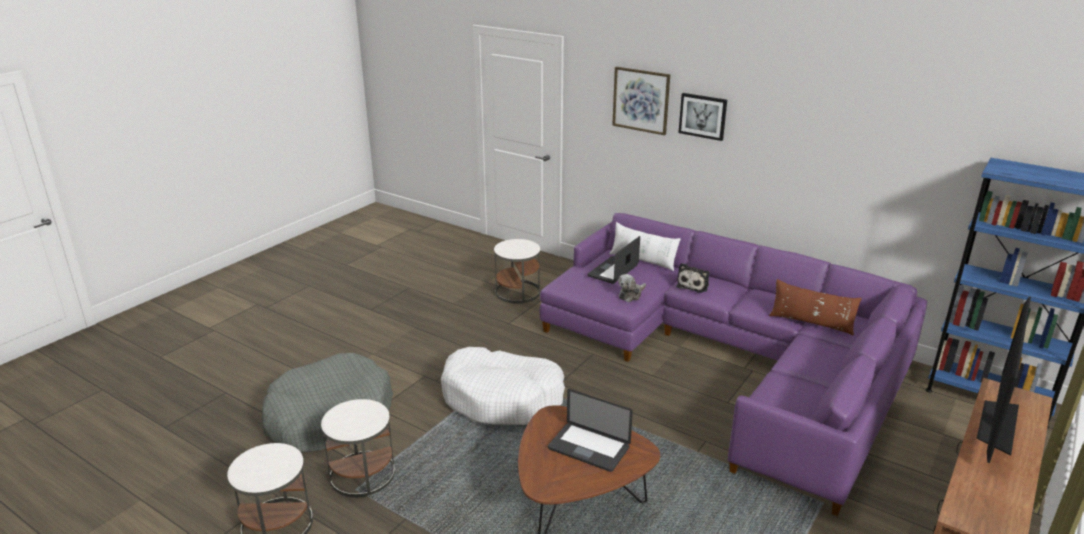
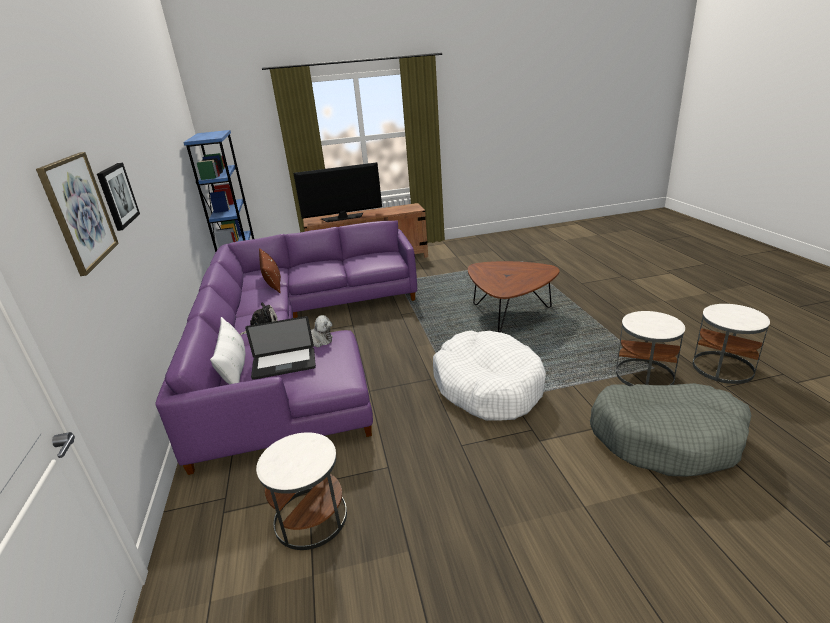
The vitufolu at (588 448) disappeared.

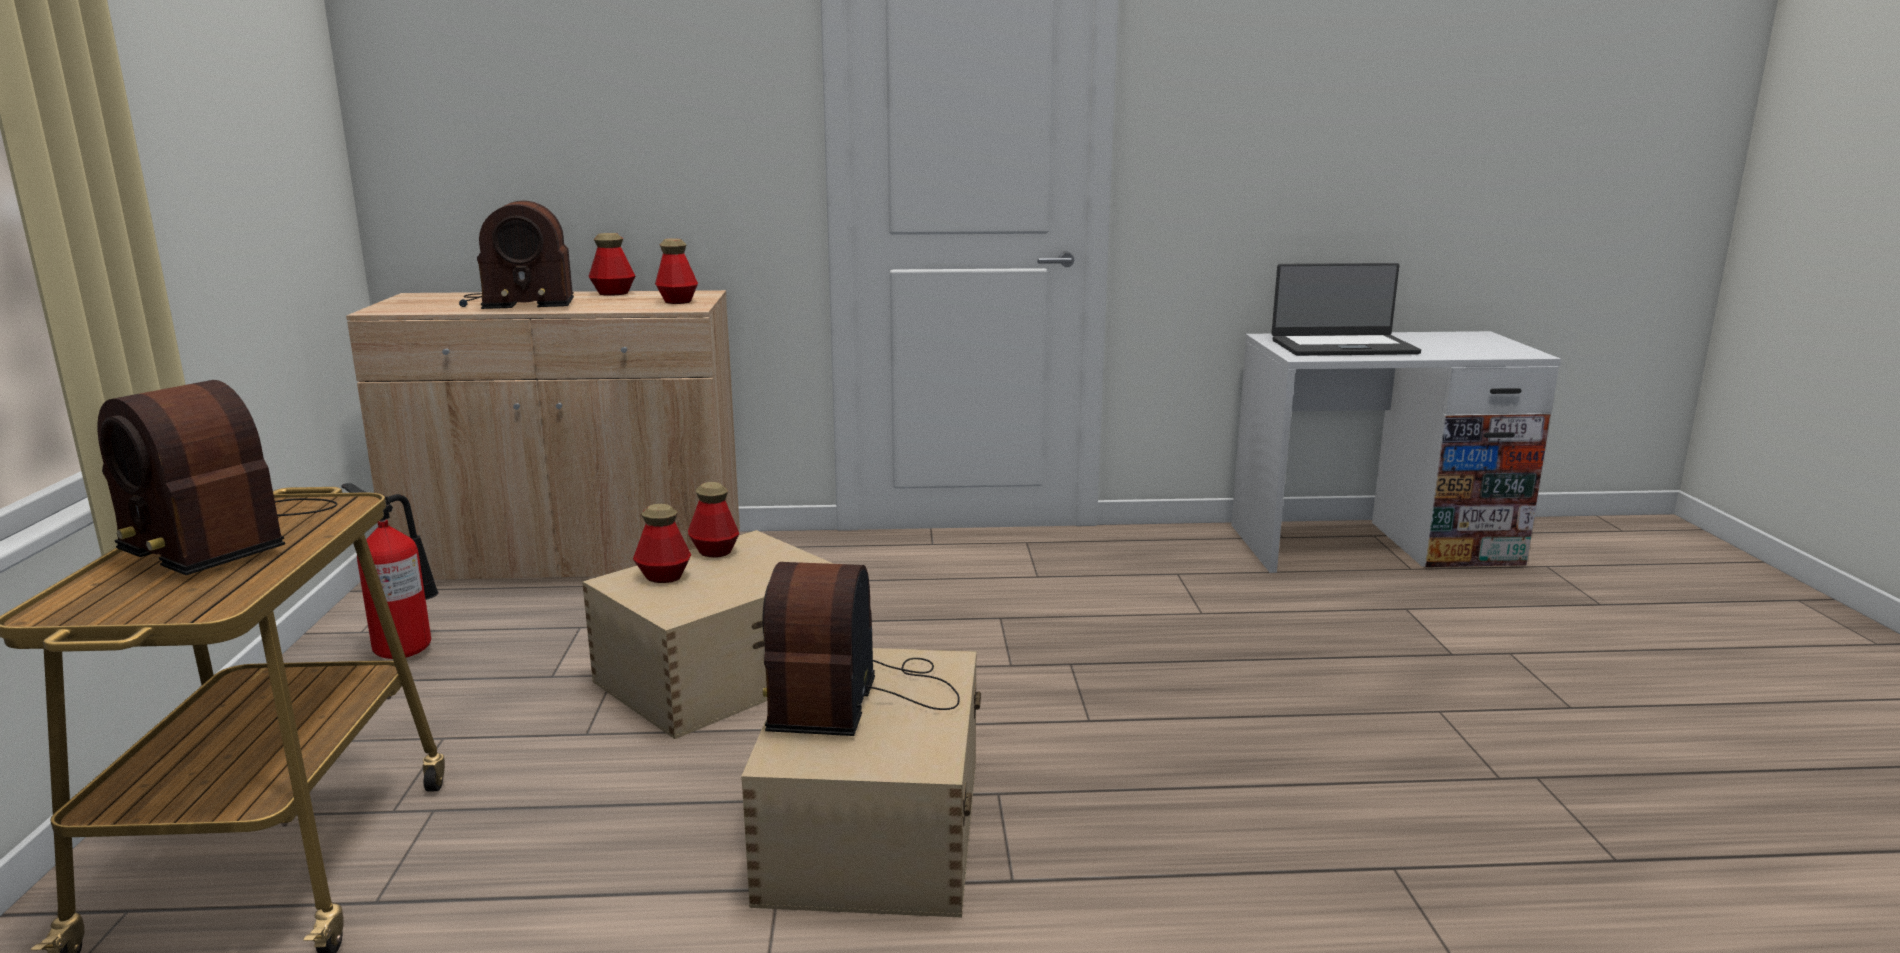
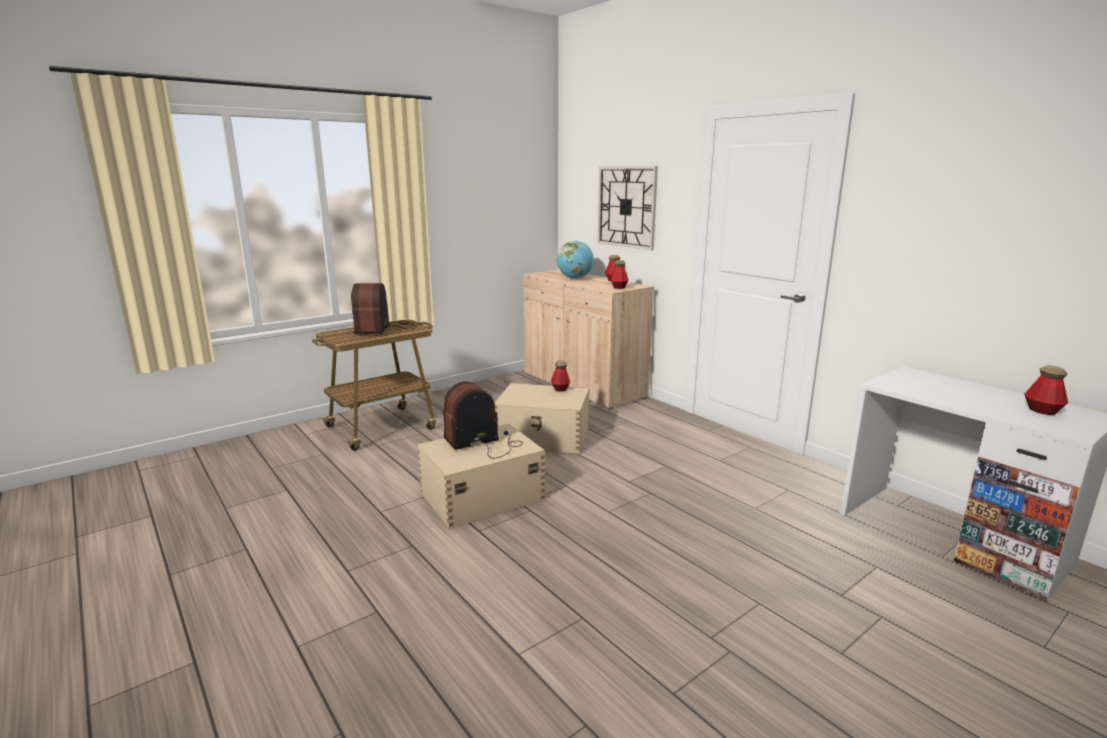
The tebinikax at (517 303) was replaced by the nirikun at (575 278).
The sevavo at (626 207) appeared.
The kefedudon moved from (663 577) to (1042 411).
The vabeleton at (407 649) disappeared.
The vitufolu at (1342 346) disappeared.

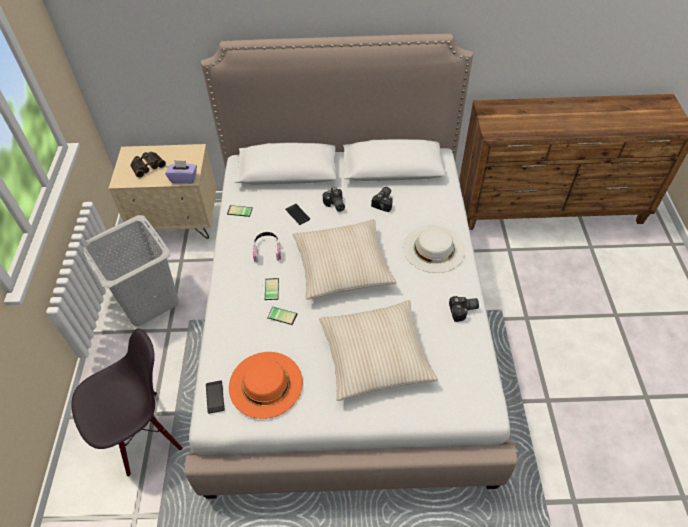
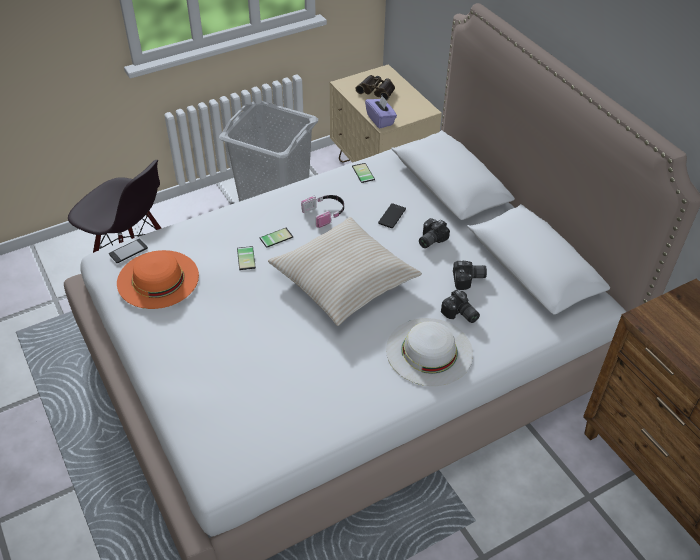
The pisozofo moved from (463 311) to (460 315).
The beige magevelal at (375 356) disappeared.

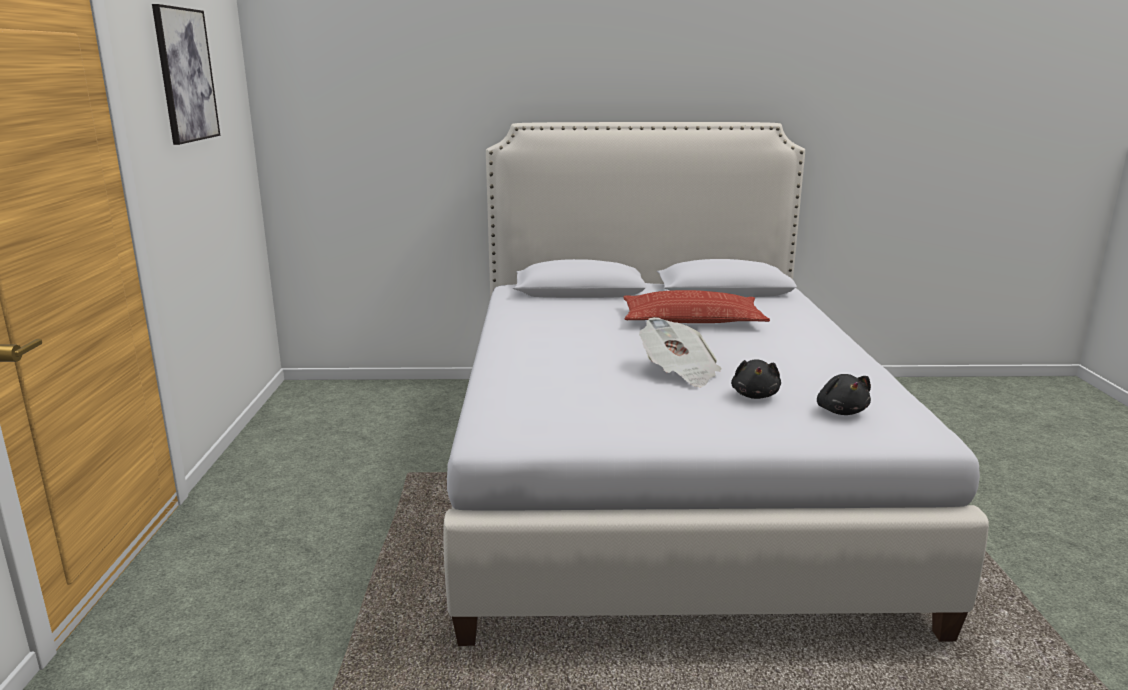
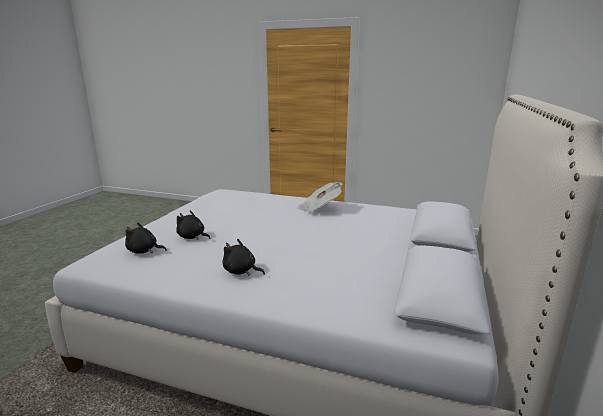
The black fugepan at (241 271) appeared.
The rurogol moved from (679 373) to (319 208).
The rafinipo at (185 75) disappeared.
The magevelal at (692 320) disappeared.

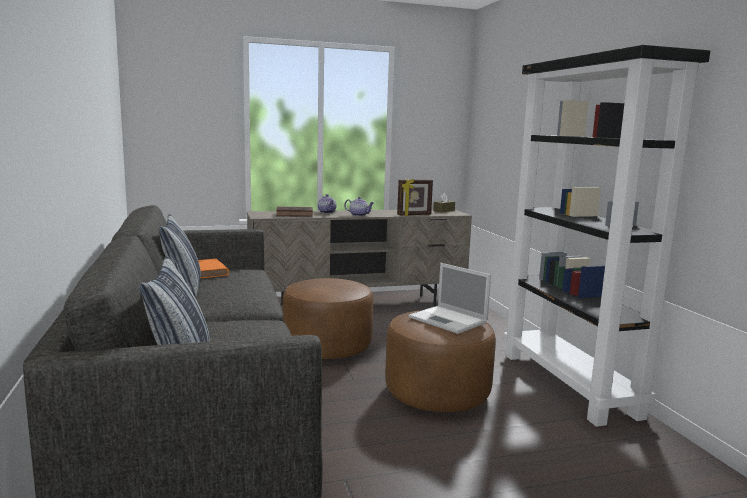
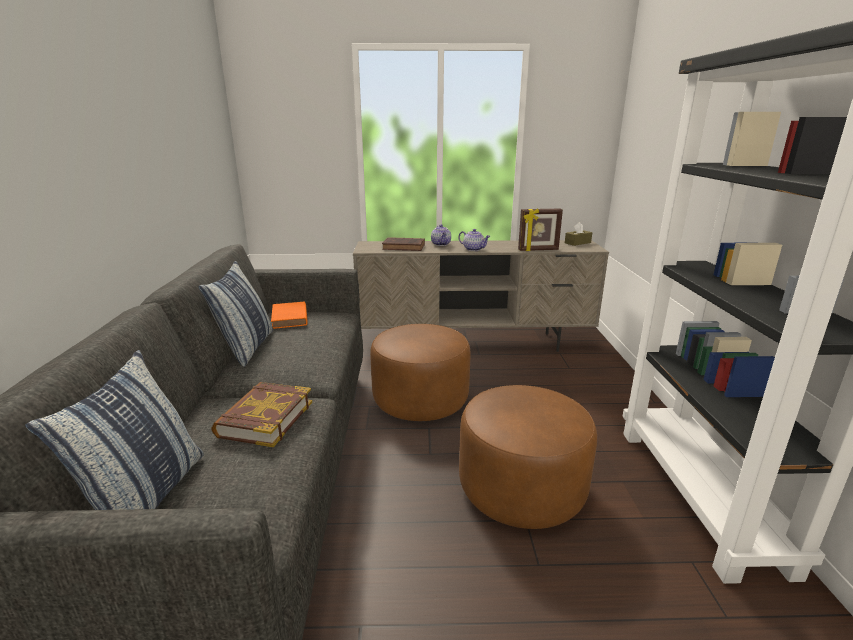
The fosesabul at (265 419) appeared.
The vitufolu at (449 320) disappeared.

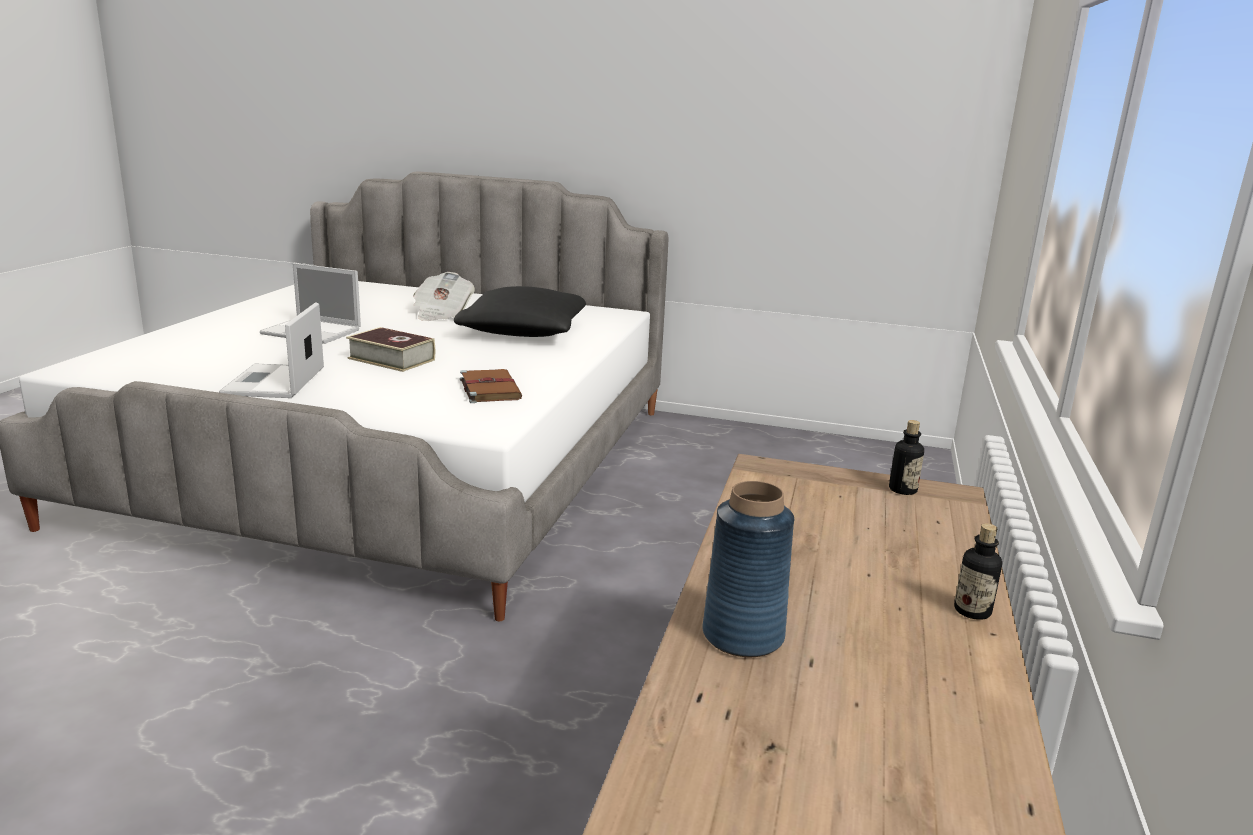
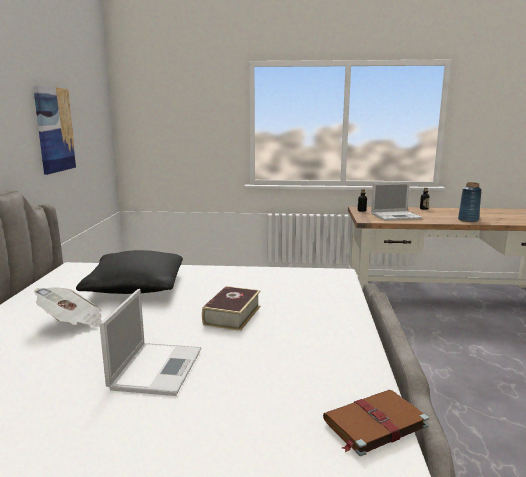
The rafinipo at (55 129) appeared.
The brown fosesabul moved from (489 389) to (374 424).
The vitufolu moved from (274 383) to (396 216).

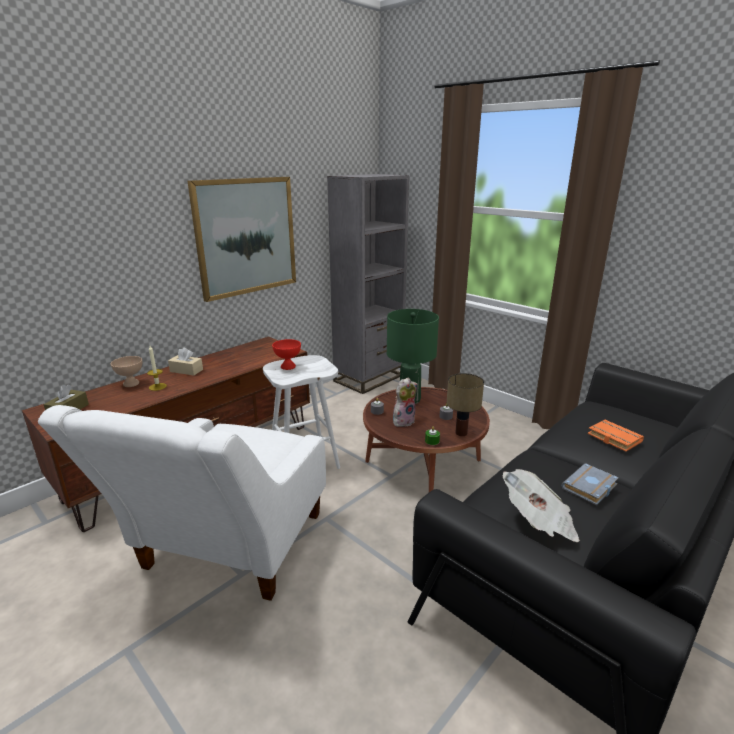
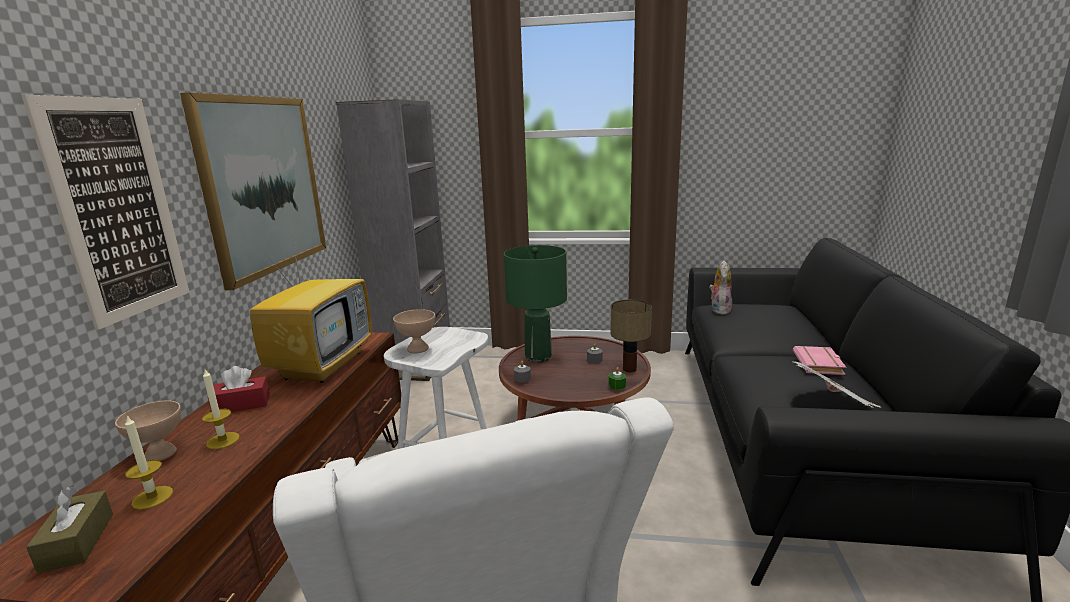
The rafinipo at (117 209) appeared.
The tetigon at (152 497) appeared.
The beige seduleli at (186 370) became the red seduleli at (242 404).
The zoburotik at (323 364) appeared.
The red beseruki at (288 366) became the beige beseruki at (418 348).
The fugepan moved from (403 421) to (719 310).
The grey fosesabul at (590 488) became the pink fosesabul at (820 365).
The orange fosesabul at (612 438) disappeared.

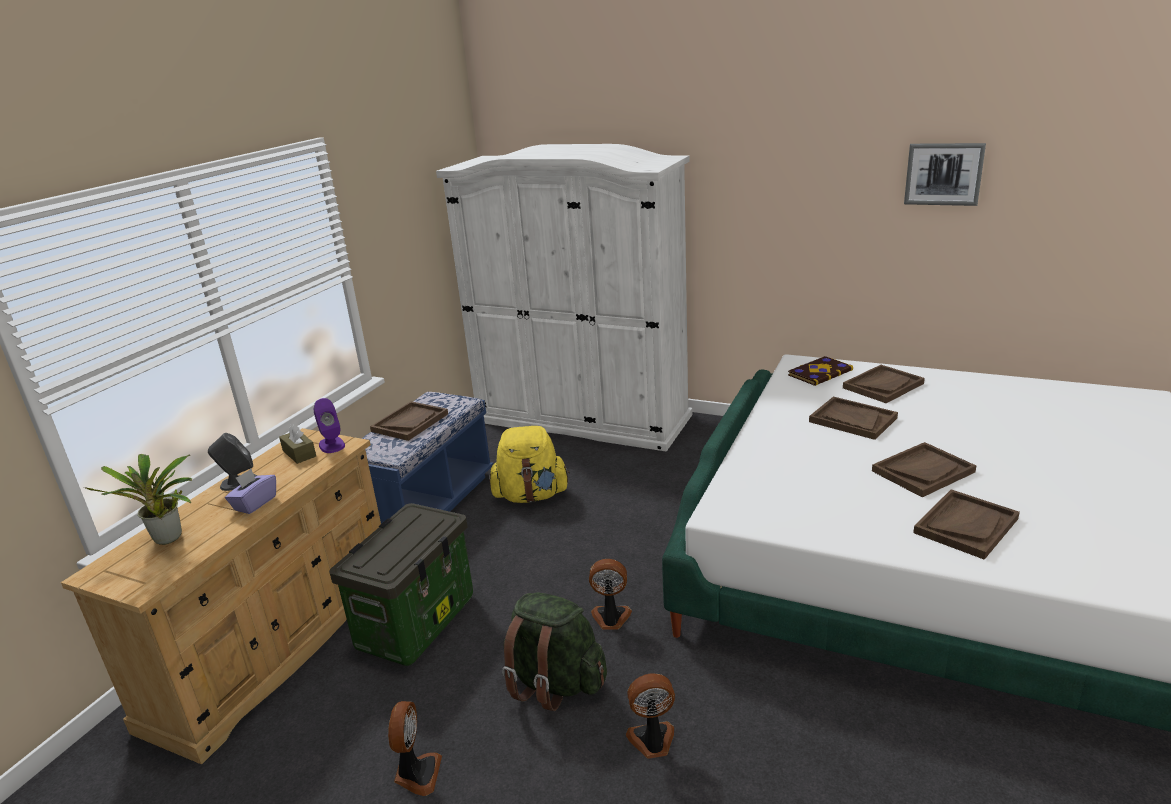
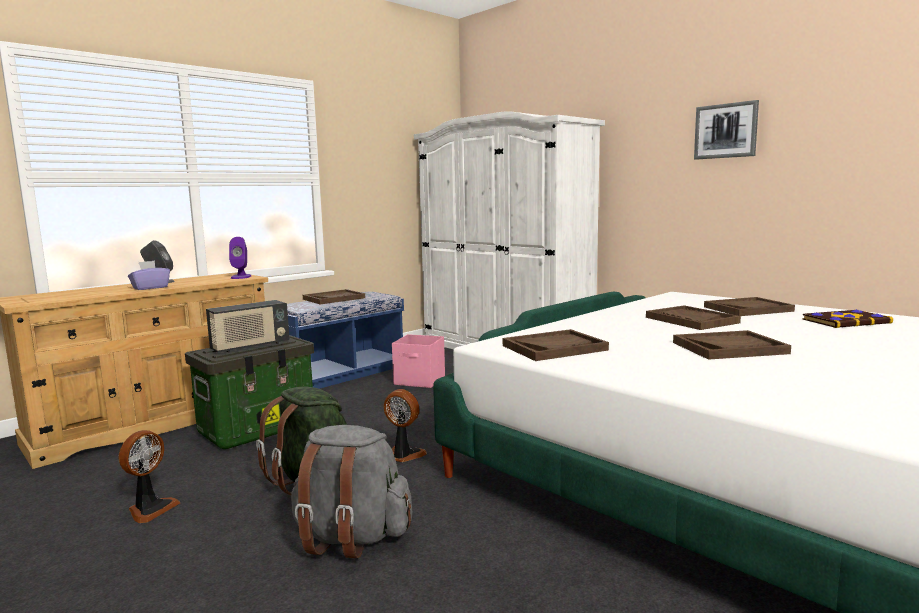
The tebinikax at (250 346) appeared.
The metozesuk at (652 741) was replaced by the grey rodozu at (351 537).
The yellow rodozu at (531 495) was replaced by the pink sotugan at (420 381).
The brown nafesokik moved from (965 525) to (554 348).
The rafinipo moved from (943 174) to (725 131).
The fosesabul moved from (819 372) to (845 321).
The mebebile at (169 540) disappeared.
The brown seduleli at (299 453) disappeared.

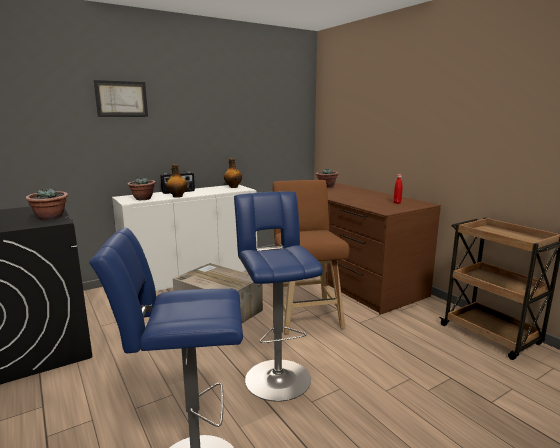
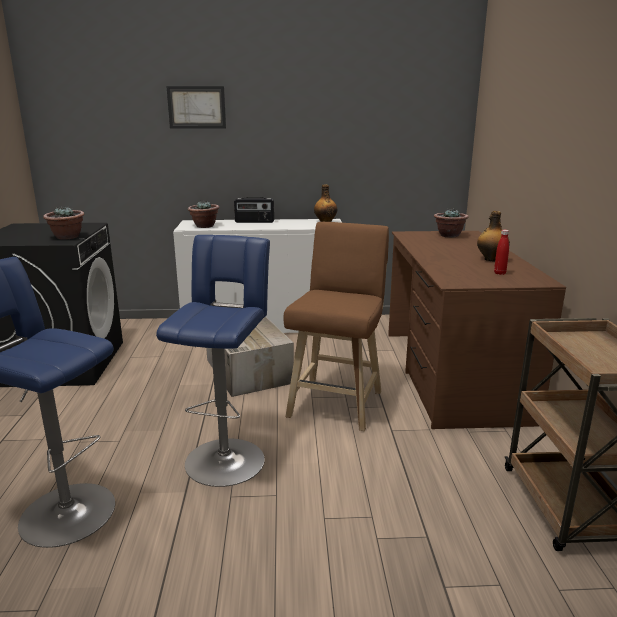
The kefedudon moved from (177 196) to (491 259).

